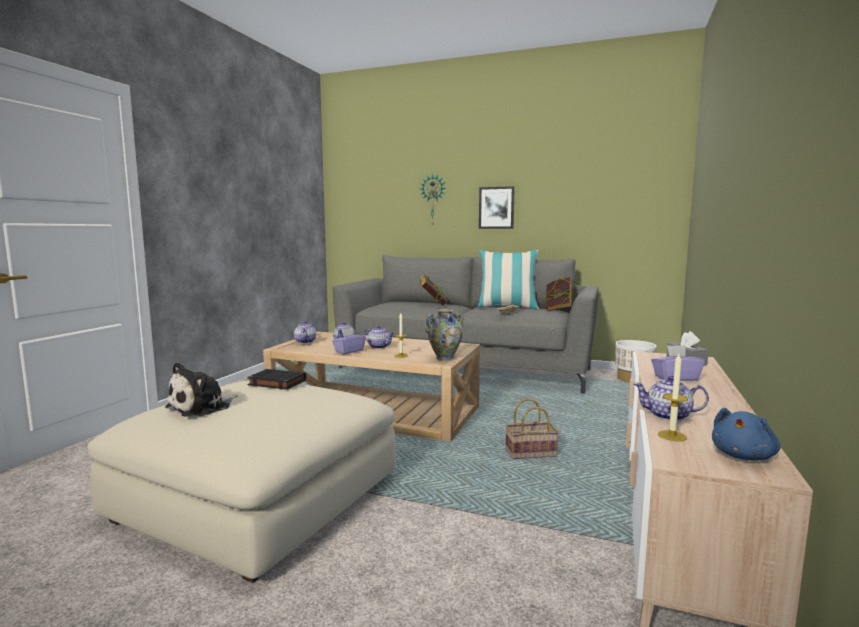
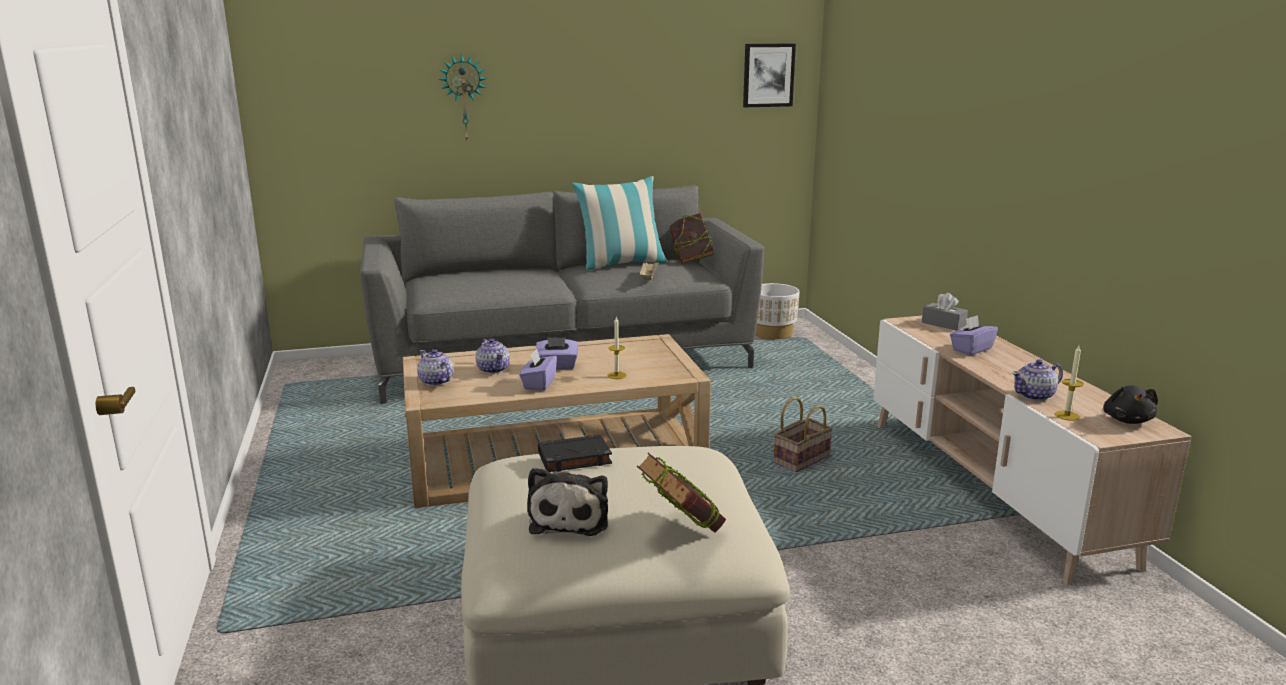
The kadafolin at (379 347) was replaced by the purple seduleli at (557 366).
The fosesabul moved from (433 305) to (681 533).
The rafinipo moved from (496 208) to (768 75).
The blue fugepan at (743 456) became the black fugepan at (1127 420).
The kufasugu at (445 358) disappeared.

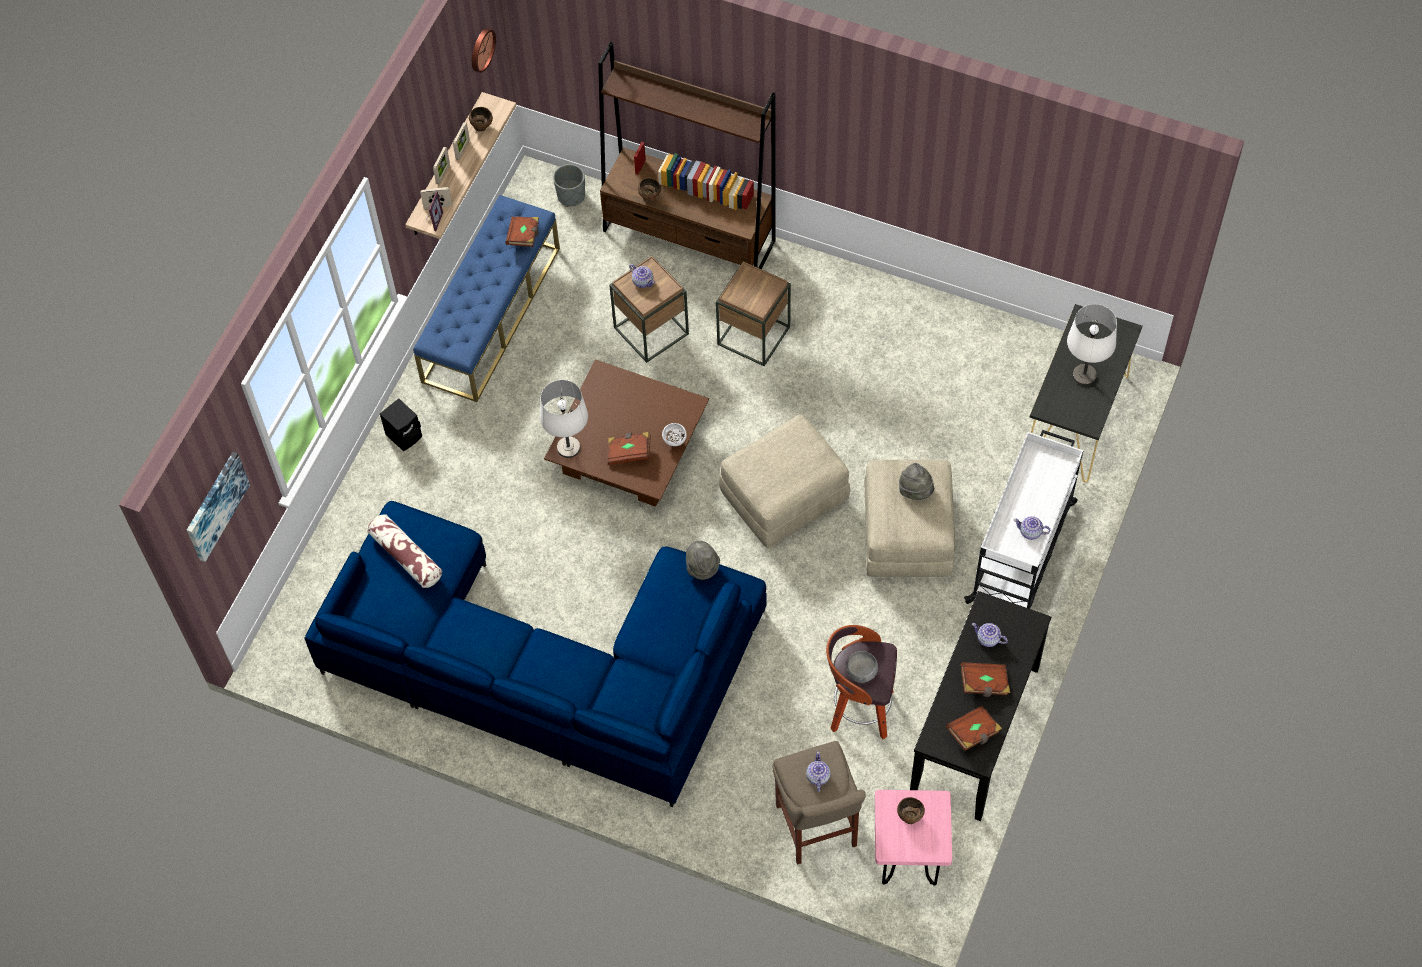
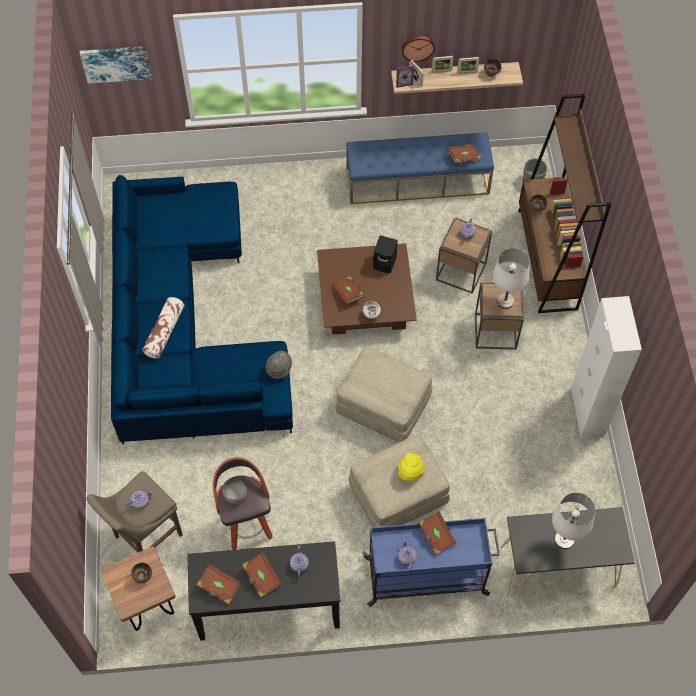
The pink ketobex at (908 861) became the brown ketobex at (148 606).
The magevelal moved from (406 556) to (164 331).
The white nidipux at (1022 551) became the blue nidipux at (427 576).
The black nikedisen moved from (405 435) to (385 263).
The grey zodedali at (916 490) became the yellow zodedali at (410 473).
The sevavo moved from (481 49) to (418 47).
The brown fosesabul at (435 536) appeared.
The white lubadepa moved from (569 448) to (505 301).
The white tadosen at (587 411) appeared.

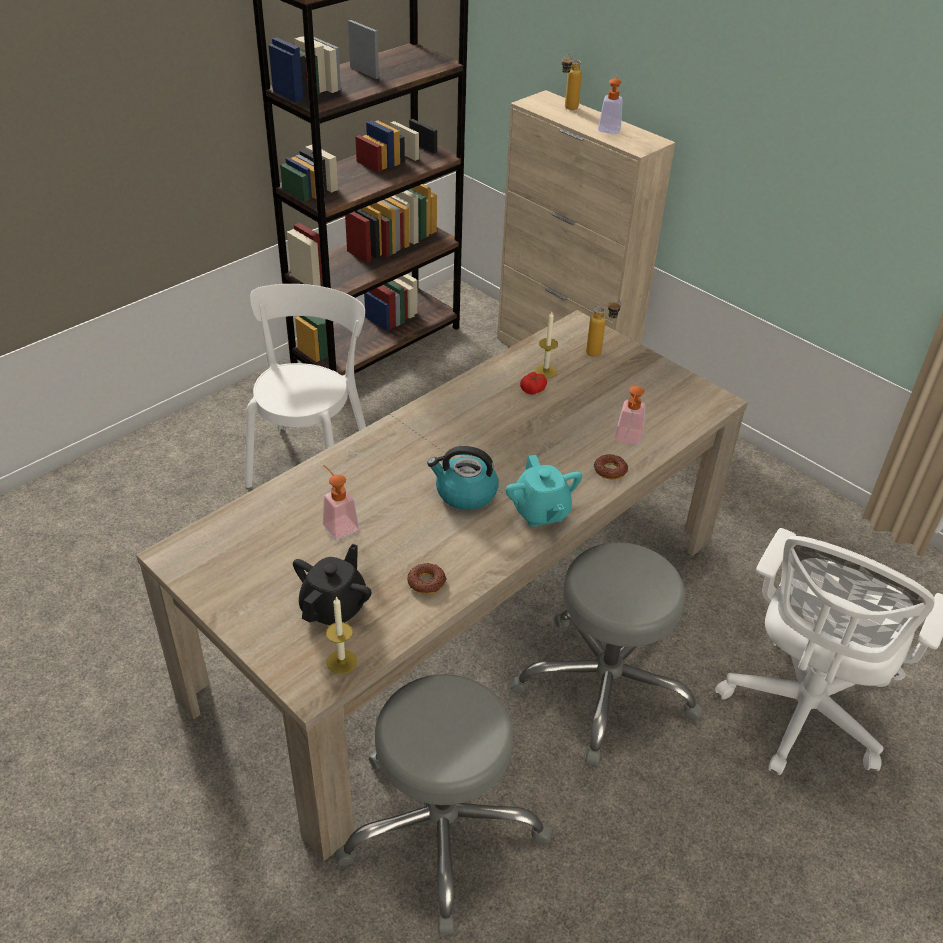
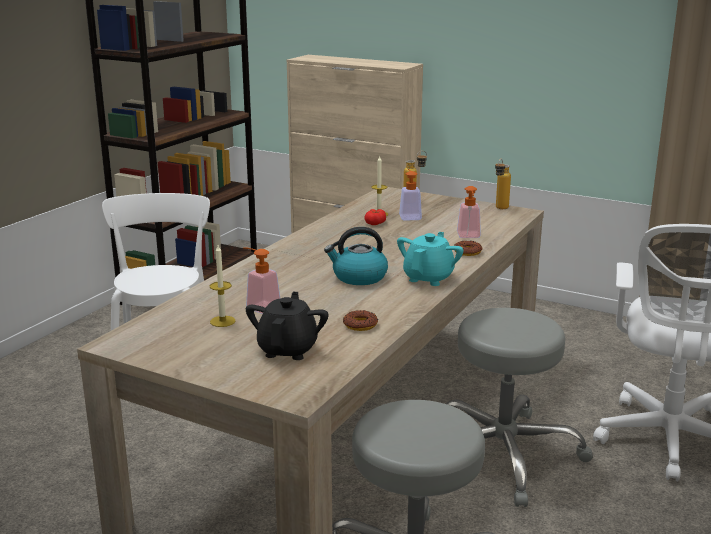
The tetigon moved from (341 661) to (222 321).
The turquoise kadafolin at (541 512) turned 120 degrees counterclockwise.
The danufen moved from (609 127) to (409 216).
The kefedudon moved from (567 109) to (500 209).

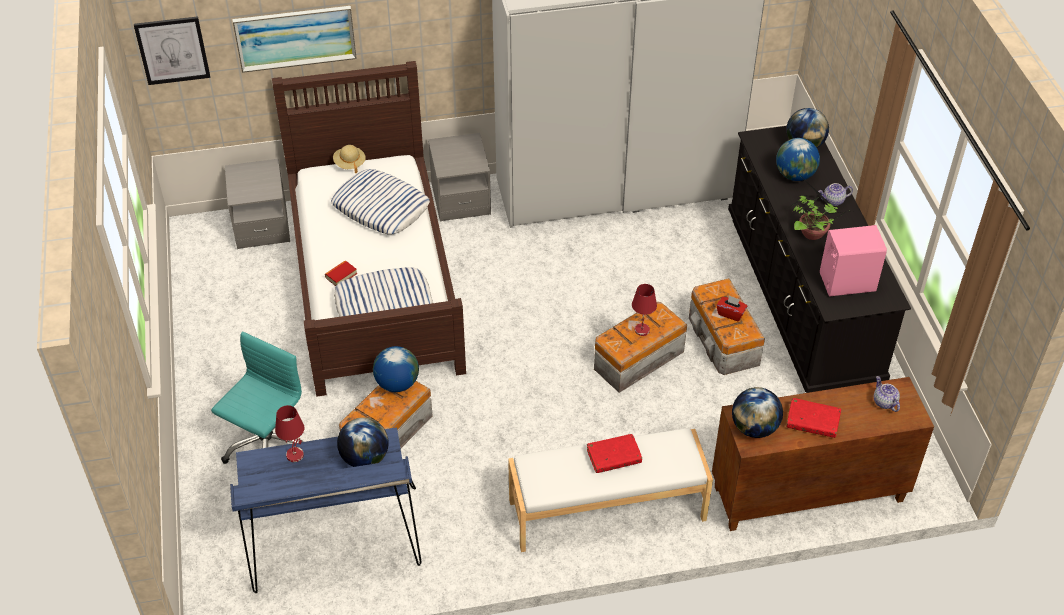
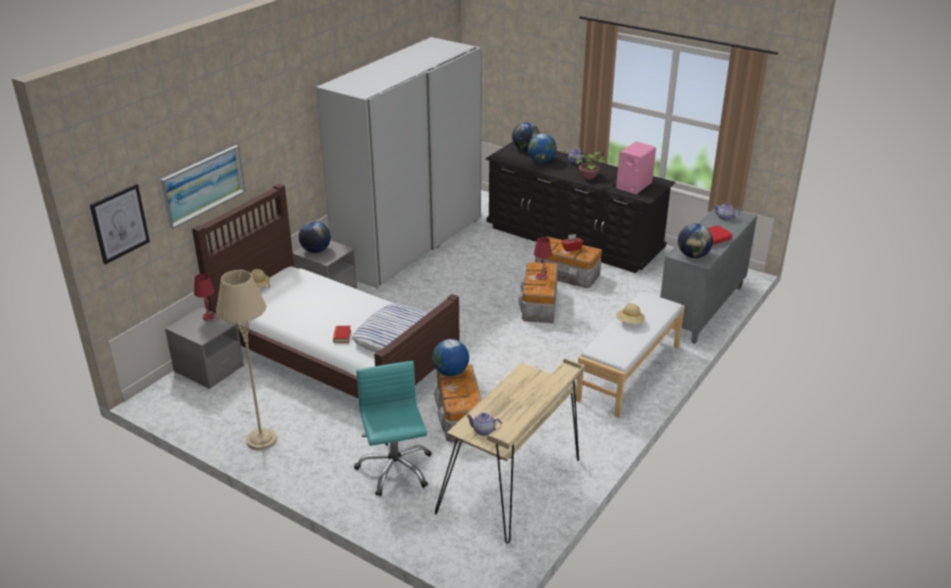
The red lubadepa moved from (295 454) to (208 317).
The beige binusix at (261 440) appeared.
The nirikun moved from (364 458) to (316 250).
The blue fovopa at (333 543) became the beige fovopa at (513 486).
The kadafolin at (483 431) appeared.
The red fosesabul at (614 457) was replaced by the beige zodedali at (630 322).
The brown tadosen at (807 495) became the grey tadosen at (702 309).
The magevelal at (381 207) disappeared.

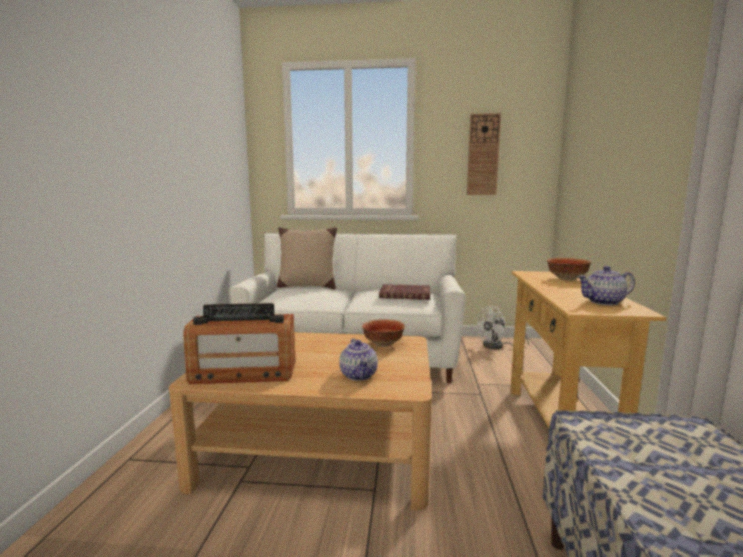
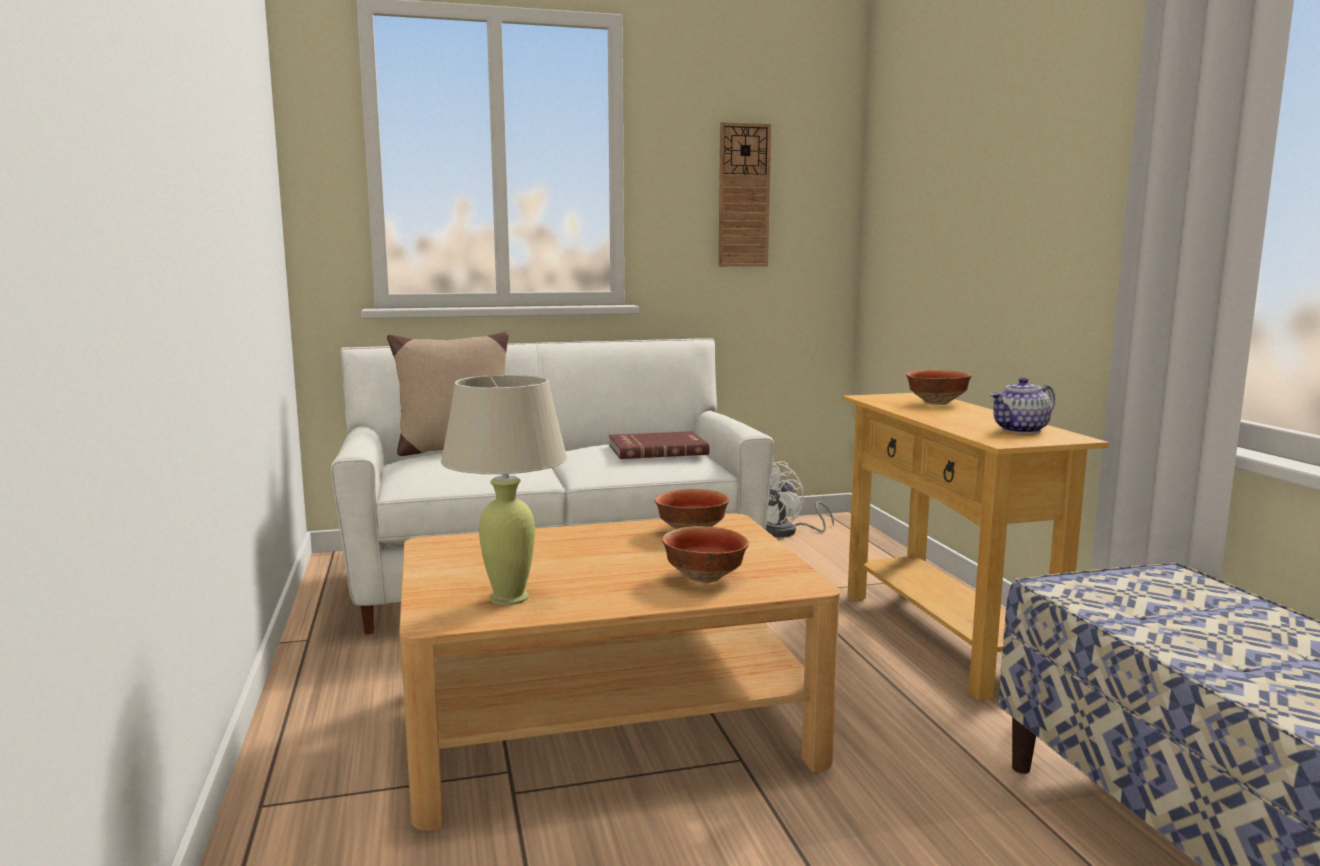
The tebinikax at (243 372) was replaced by the beige lubadepa at (509 597).
The kadafolin at (359 375) was replaced by the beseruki at (705 577).

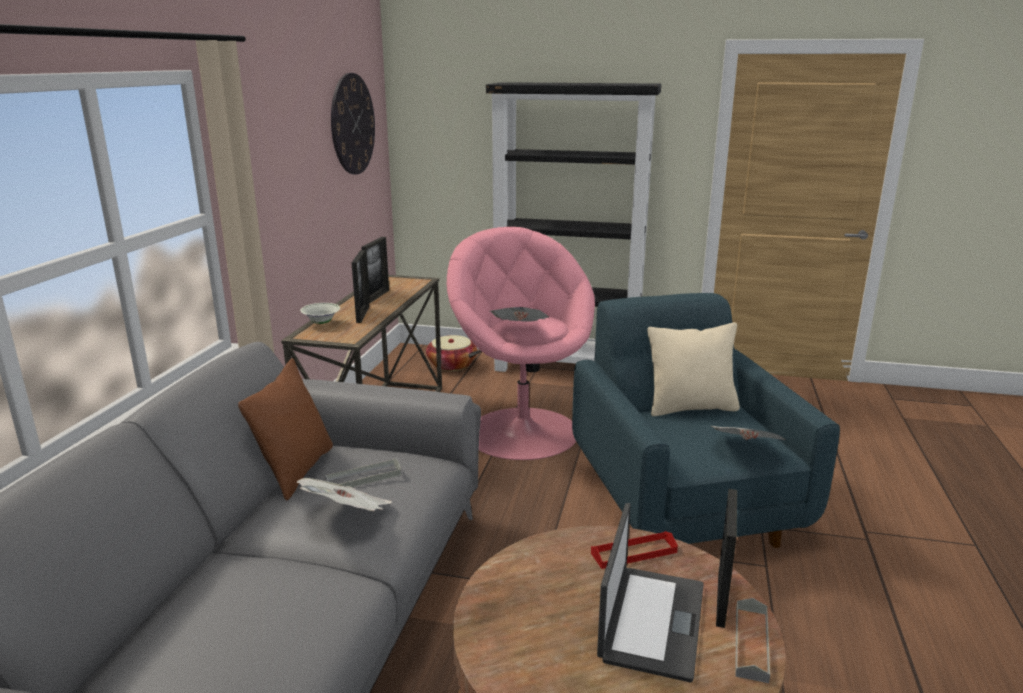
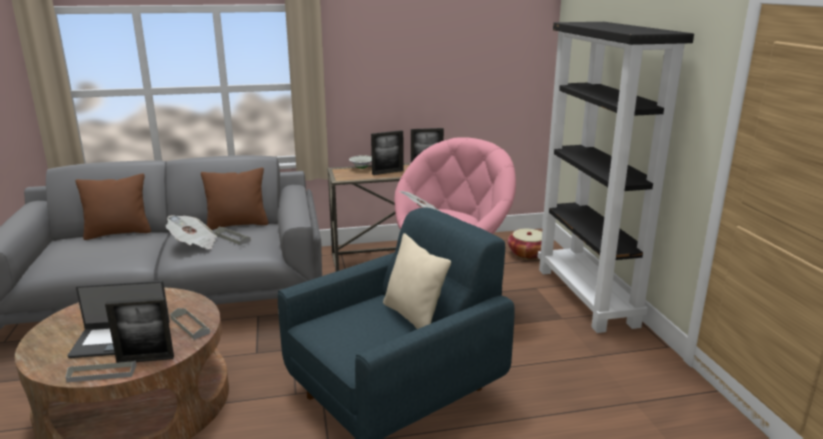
The brown magevelal at (118 233) appeared.
The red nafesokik at (634 553) became the grey nafesokik at (190 326).
The sevavo at (352 124) disappeared.
The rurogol at (745 450) disappeared.

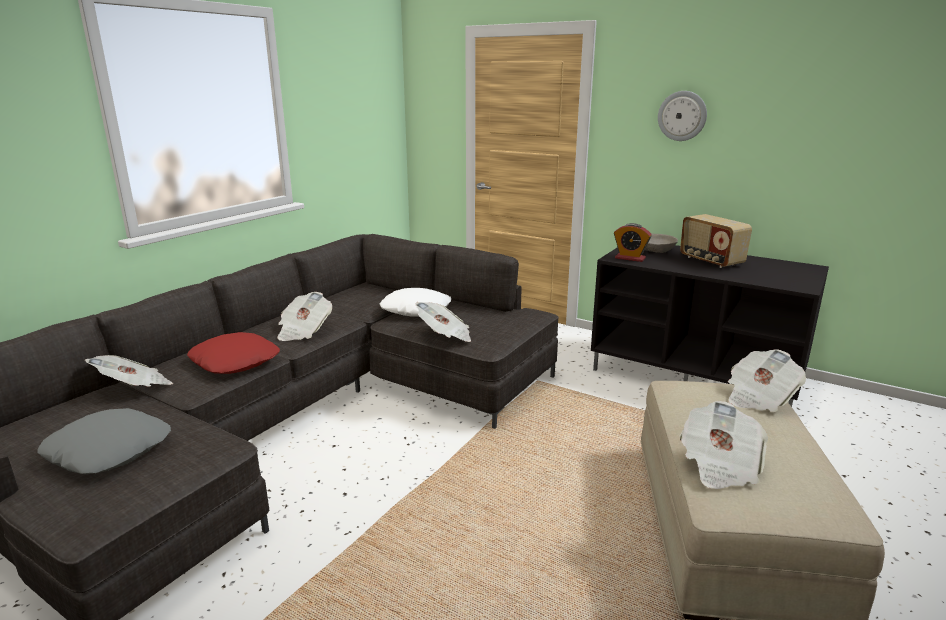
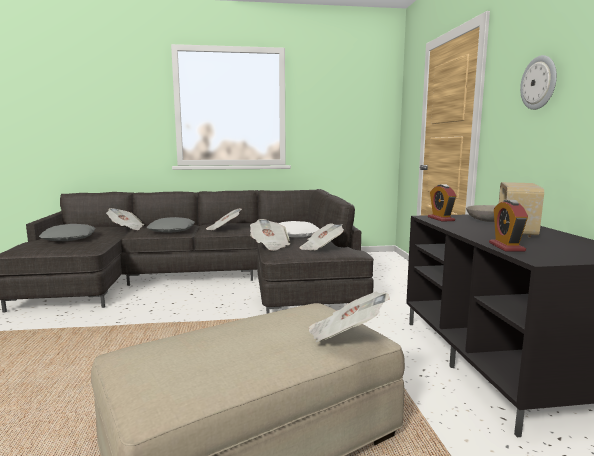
The red magevelal at (235 361) became the grey magevelal at (172 230).
The rurogol moved from (719 465) to (321 248).
The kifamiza at (506 247) appeared.

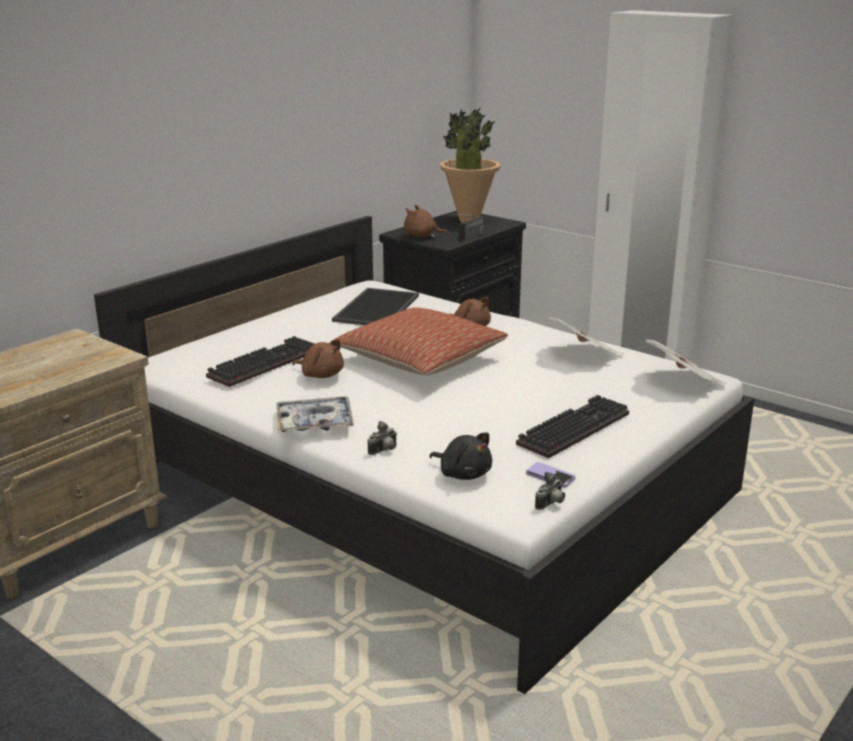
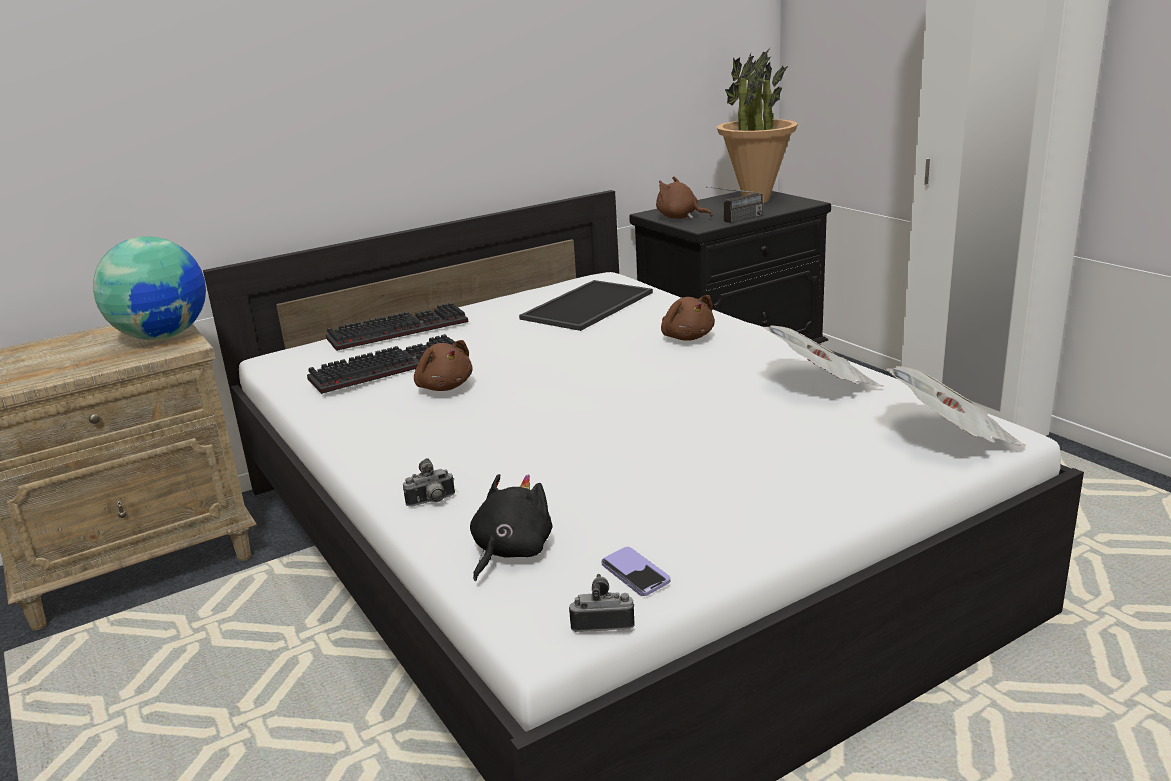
The nirikun at (163 336) appeared.
The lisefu moved from (573 427) to (399 329).
The black fugepan at (463 474) turned 120 degrees counterclockwise.
The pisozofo at (551 504) turned 150 degrees counterclockwise.
The nafesokik at (315 423) disappeared.
The magevelal at (420 360) disappeared.

